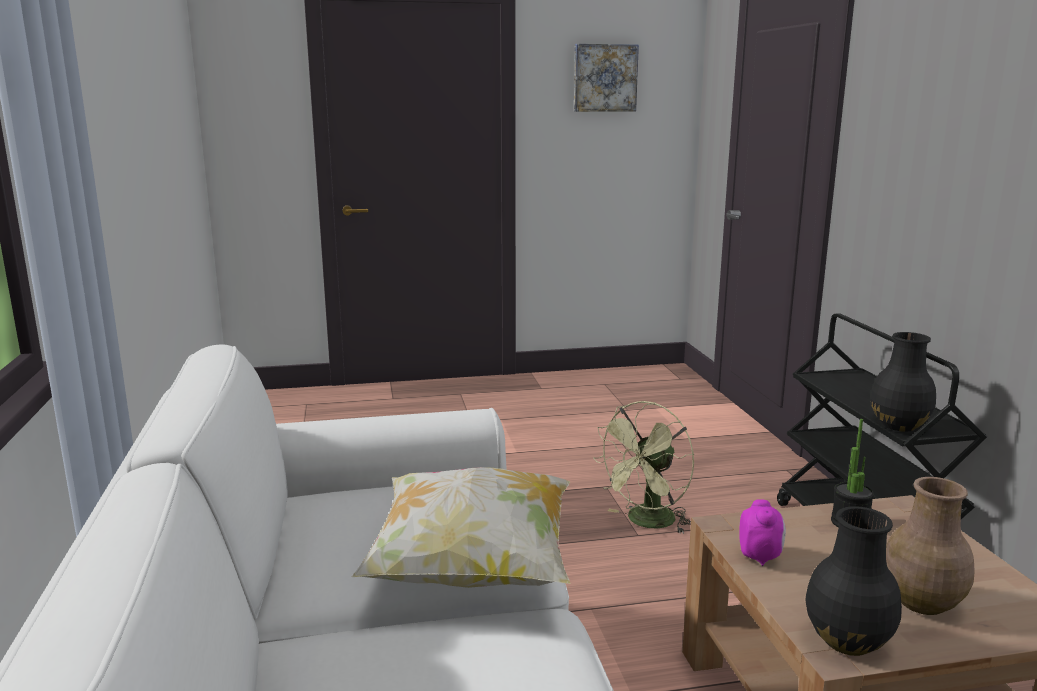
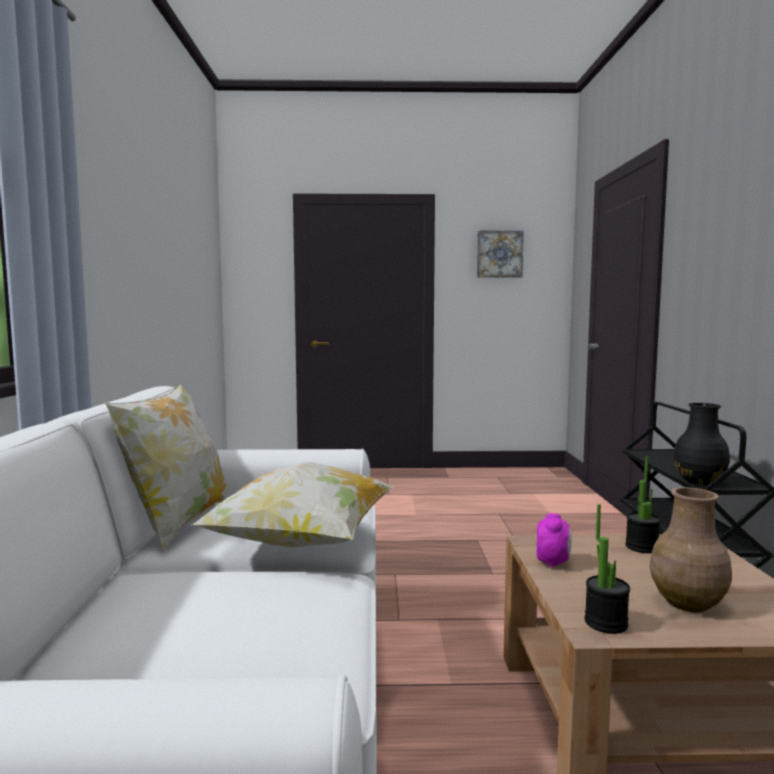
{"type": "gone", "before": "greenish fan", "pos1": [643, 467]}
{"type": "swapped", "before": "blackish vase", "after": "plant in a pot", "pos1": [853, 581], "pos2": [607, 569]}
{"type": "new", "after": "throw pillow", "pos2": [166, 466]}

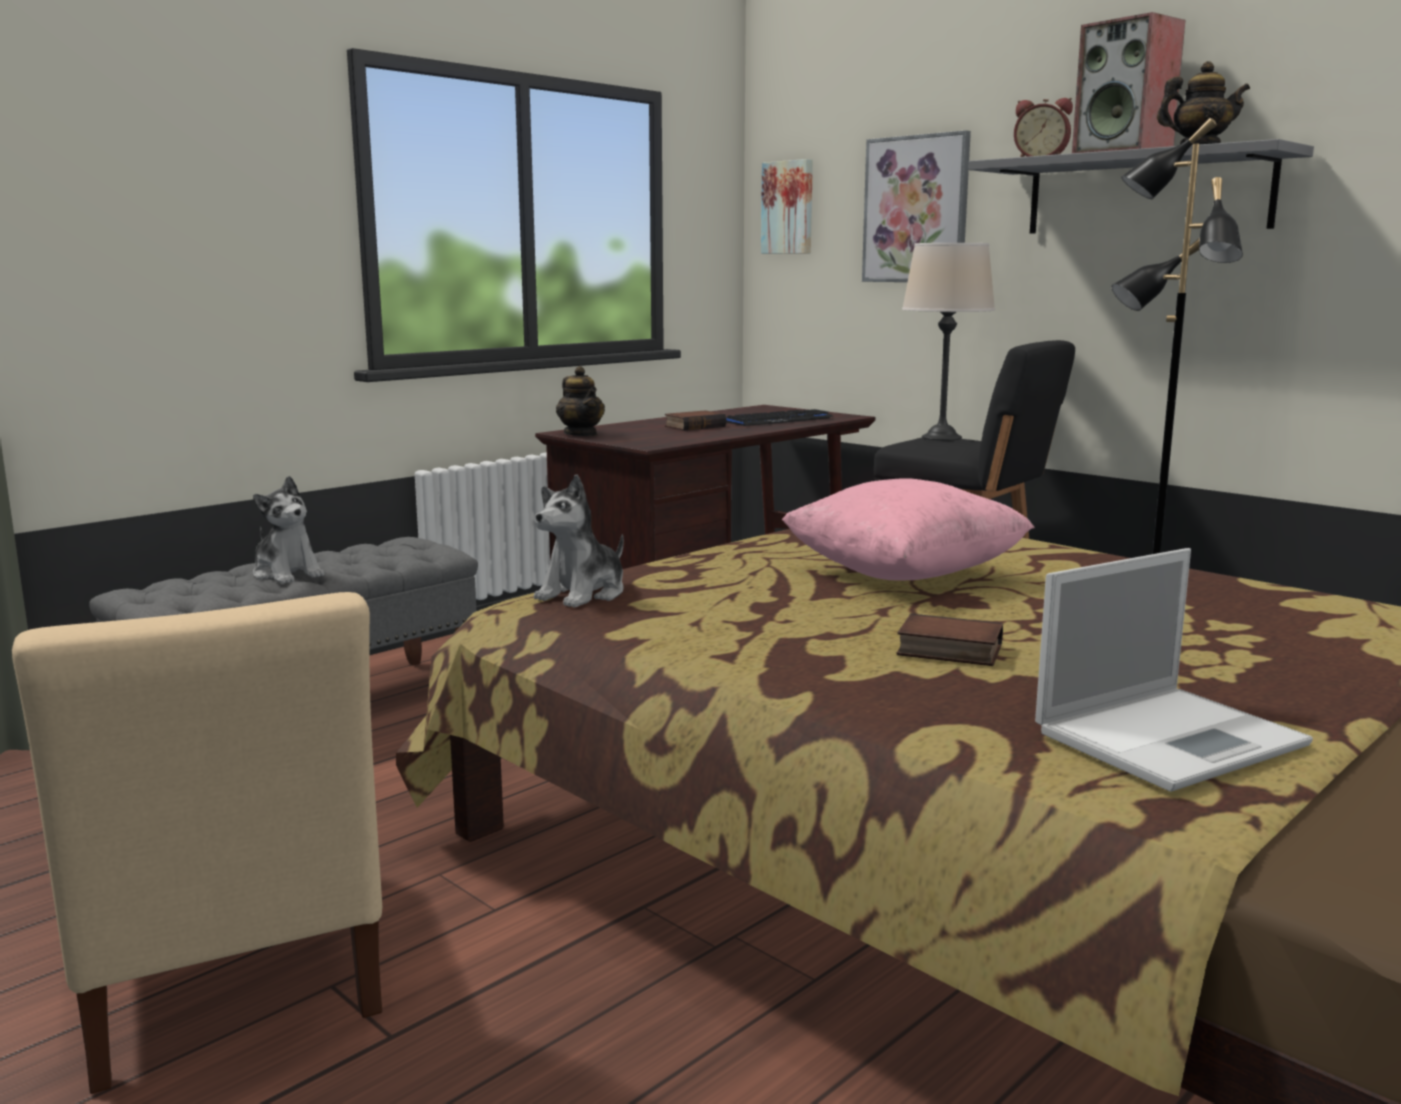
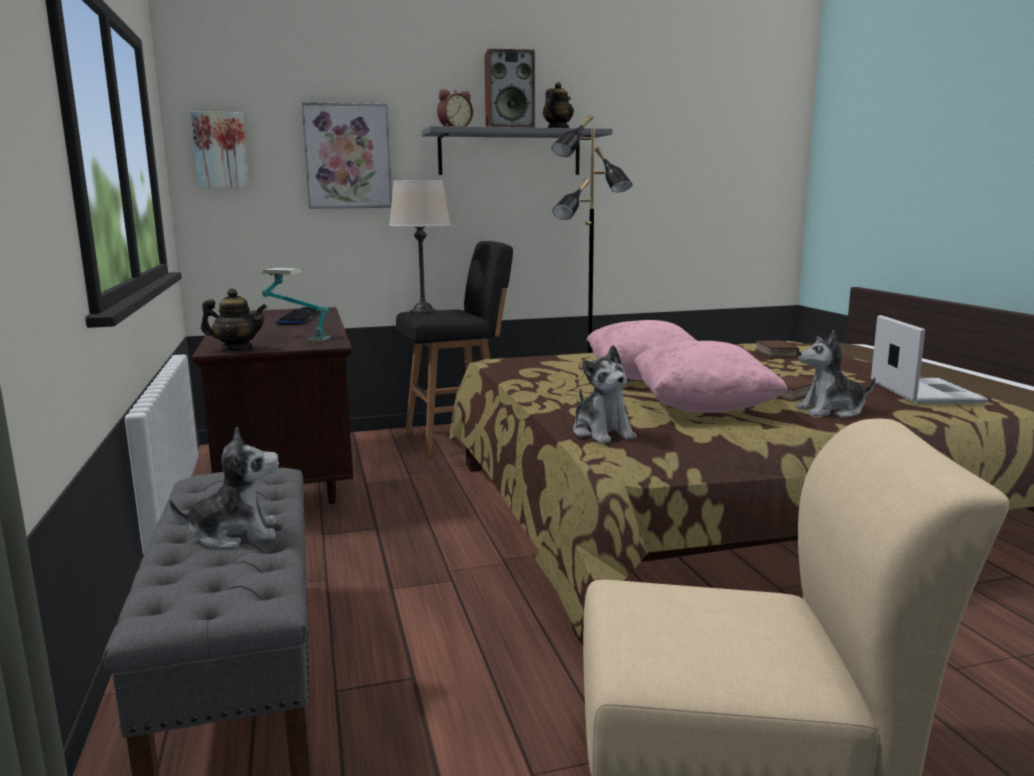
{"type": "shifted", "before": "book", "pos1": [695, 420], "pos2": [777, 349]}
{"type": "new", "after": "lamp for a table", "pos2": [296, 305]}
{"type": "new", "after": "pink-coloured throw pillow", "pos2": [710, 377]}
{"type": "new", "after": "soft toy", "pos2": [836, 374]}

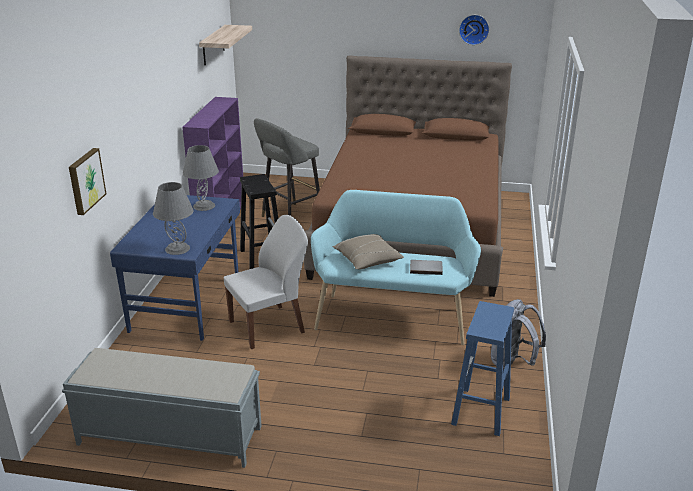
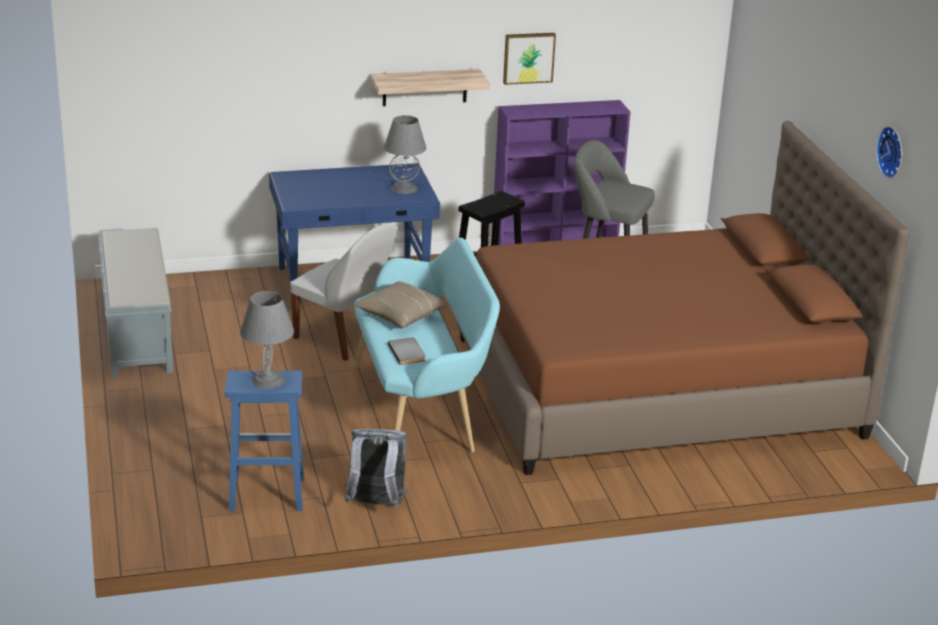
{"type": "shifted", "before": "wall art", "pos1": [88, 181], "pos2": [529, 59]}
{"type": "shifted", "before": "grey lamp for a table", "pos1": [173, 218], "pos2": [267, 340]}
{"type": "shifted", "before": "bracket shelf", "pos1": [225, 45], "pos2": [430, 87]}

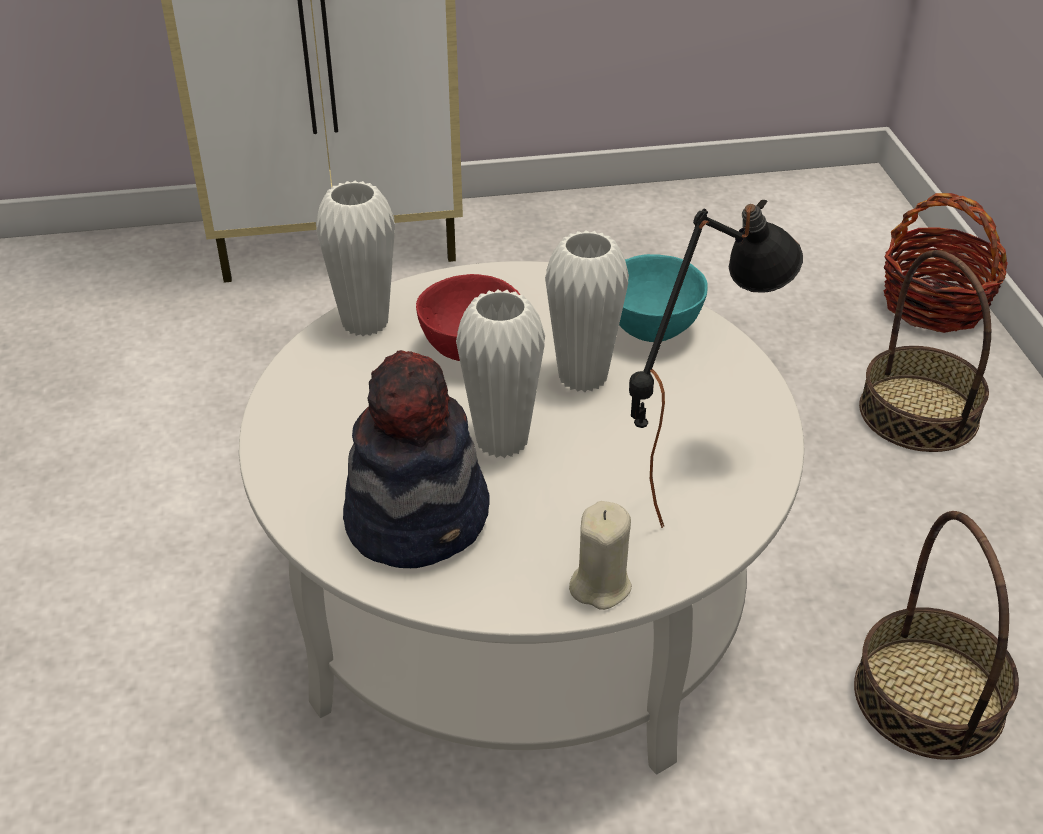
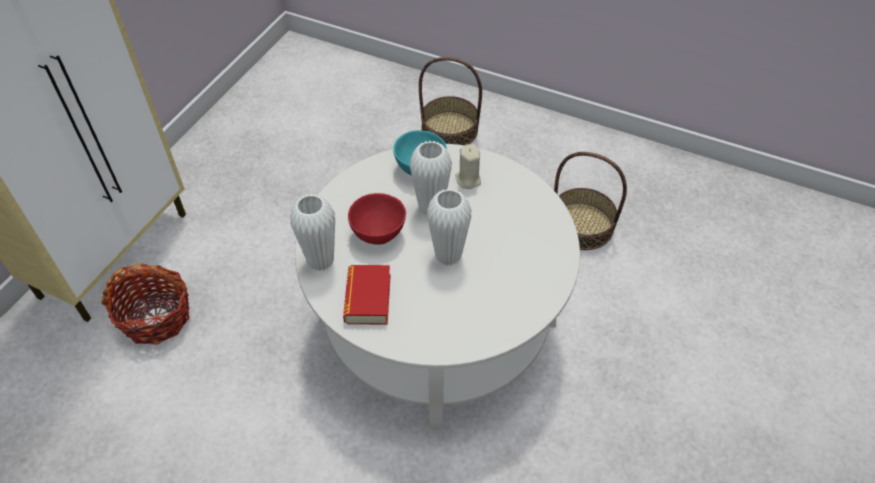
{"type": "gone", "before": "hat", "pos1": [416, 459]}
{"type": "shifted", "before": "sand-coloured candle", "pos1": [600, 555], "pos2": [468, 166]}
{"type": "gone", "before": "blackish lamp for a table", "pos1": [716, 364]}
{"type": "shifted", "before": "household basket", "pos1": [945, 263], "pos2": [145, 304]}
{"type": "new", "after": "book", "pos2": [367, 295]}

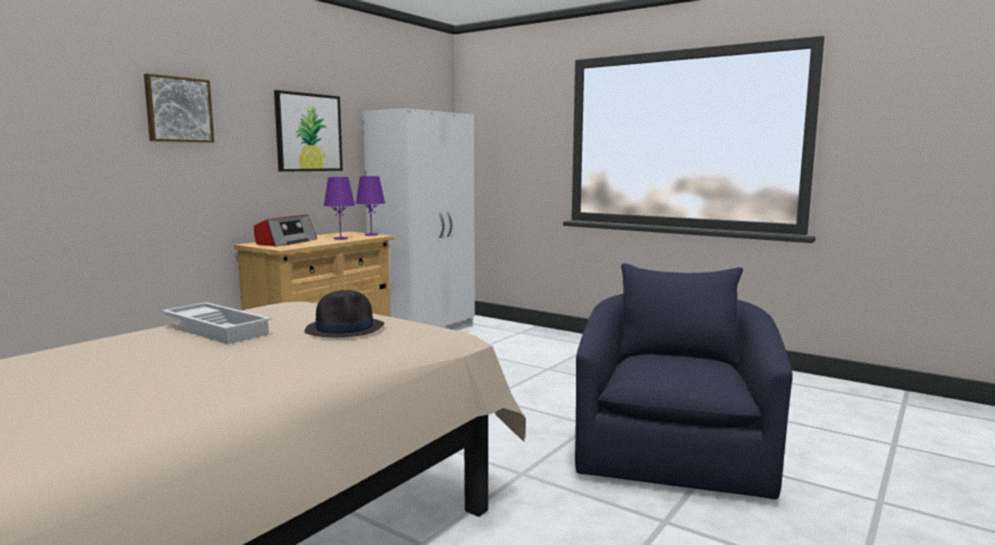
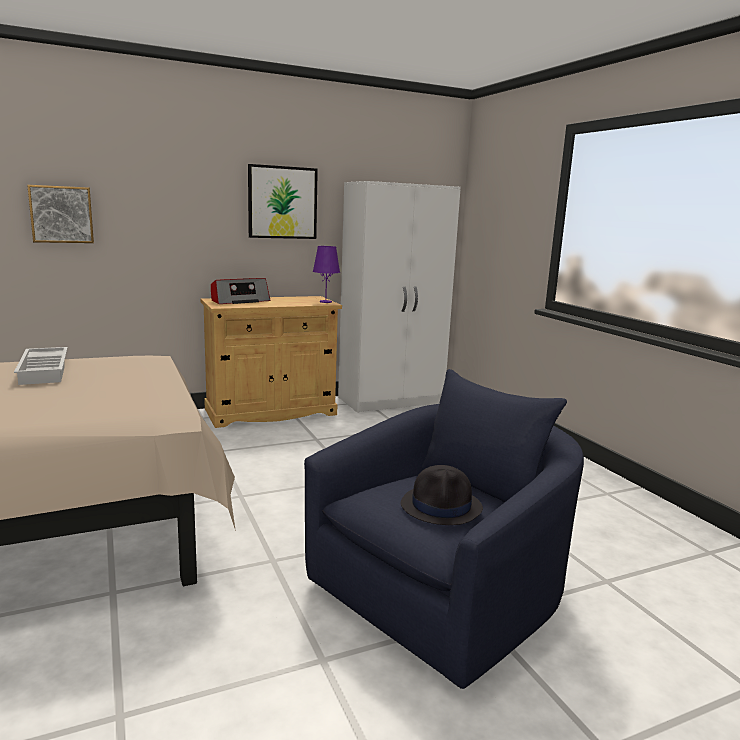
{"type": "shifted", "before": "wall art", "pos1": [179, 108], "pos2": [60, 214]}
{"type": "shifted", "before": "blackish hat", "pos1": [344, 313], "pos2": [441, 495]}
{"type": "gone", "before": "purplish lamp for a table", "pos1": [339, 208]}

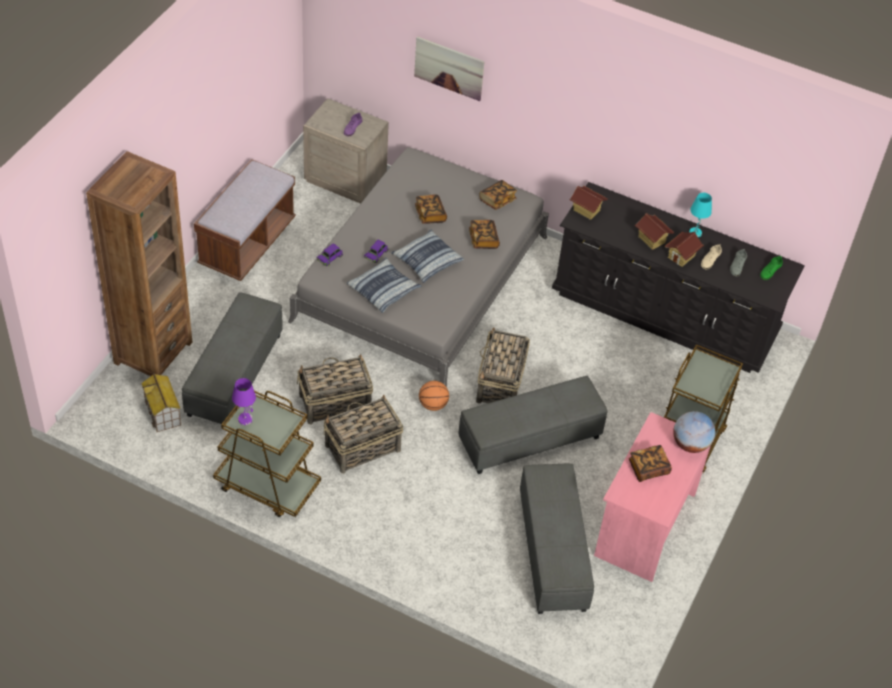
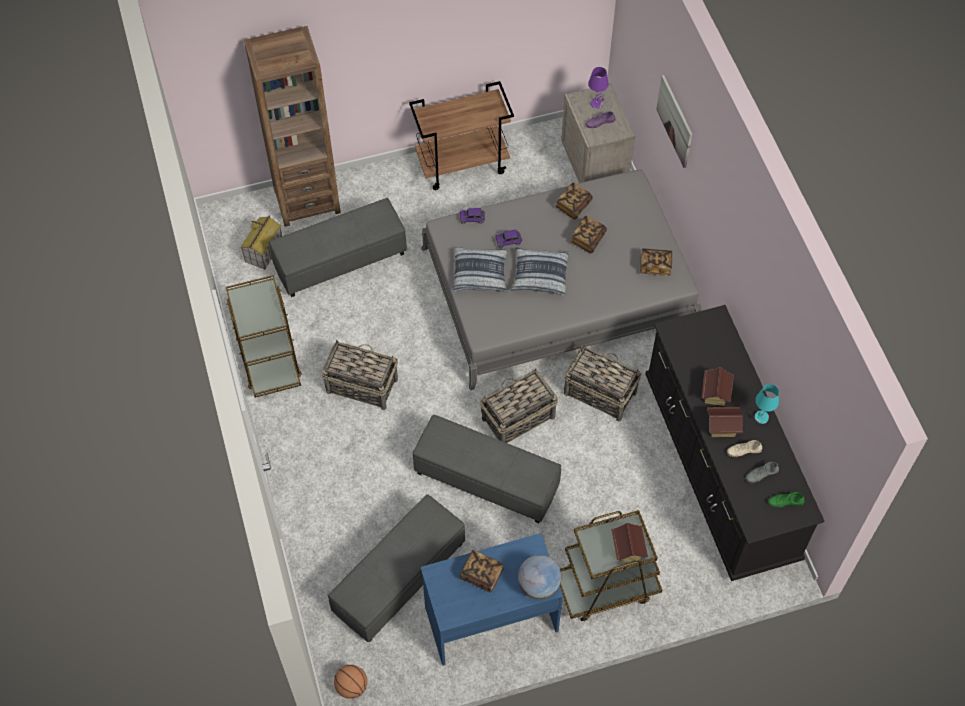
{"type": "swapped", "before": "brown indoor bench", "after": "brown cart", "pos1": [245, 220], "pos2": [461, 135]}
{"type": "shifted", "before": "purplish lamp for a table", "pos1": [244, 401], "pos2": [598, 87]}
{"type": "shifted", "before": "household basket", "pos1": [335, 389], "pos2": [603, 383]}
{"type": "shifted", "before": "ball for basketball", "pos1": [434, 396], "pos2": [350, 682]}
{"type": "shifted", "before": "book", "pos1": [484, 234], "pos2": [574, 200]}
{"type": "shifted", "before": "miniature house", "pos1": [588, 203], "pos2": [629, 542]}
{"type": "repainted", "before": "pink-coloured desk unit", "after": "bluish desk unit", "pos1": [652, 497], "pos2": [491, 599]}

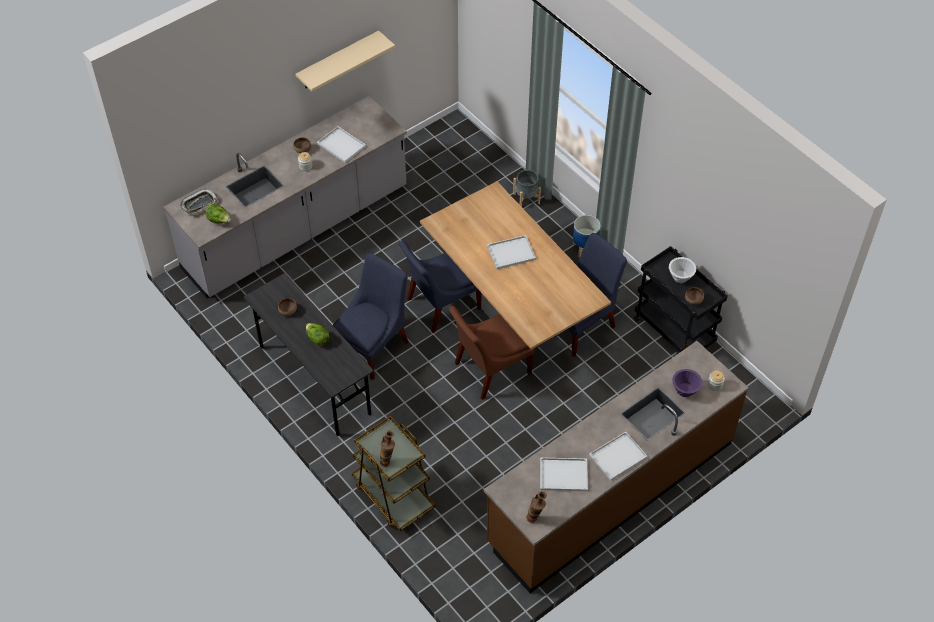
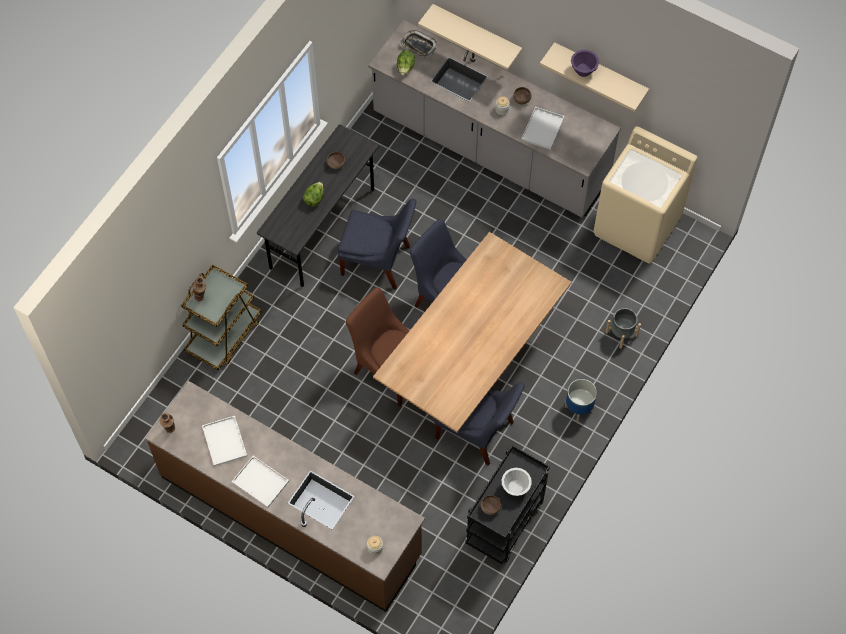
{"type": "gone", "before": "white carrying tray", "pos1": [511, 252]}
{"type": "shifted", "before": "purplish serving bowl", "pos1": [687, 383], "pos2": [585, 63]}
{"type": "new", "after": "sand-coloured bracket shelf", "pos2": [470, 37]}
{"type": "new", "after": "sand-coloured laundry appliance", "pos2": [645, 195]}

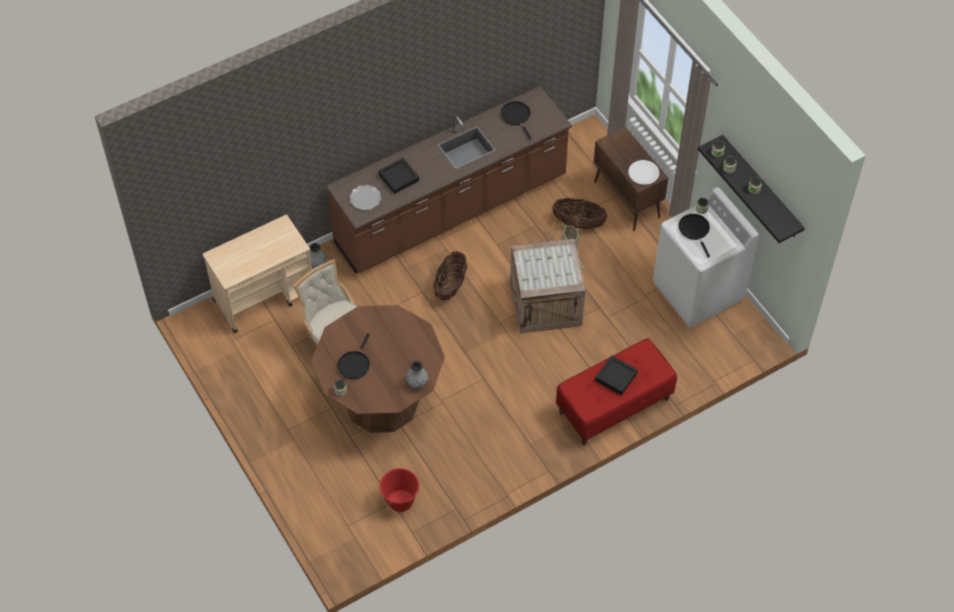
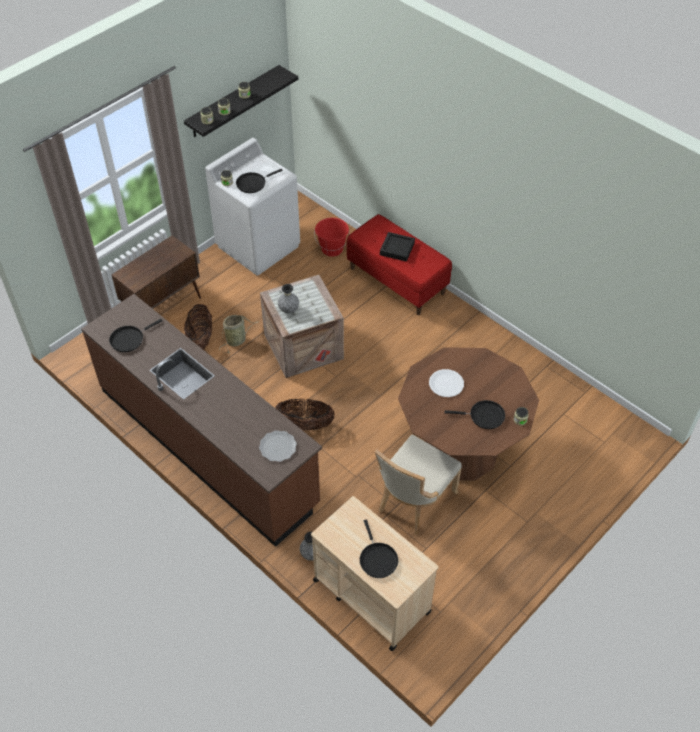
{"type": "gone", "before": "blackish carrying tray", "pos1": [398, 176]}
{"type": "shifted", "before": "red-coloured water bucket", "pos1": [399, 490], "pos2": [332, 237]}
{"type": "shifted", "before": "grey vase", "pos1": [417, 375], "pos2": [288, 298]}
{"type": "shifted", "before": "white plate", "pos1": [643, 172], "pos2": [446, 383]}
{"type": "new", "after": "blackish frying pan", "pos2": [379, 549]}

